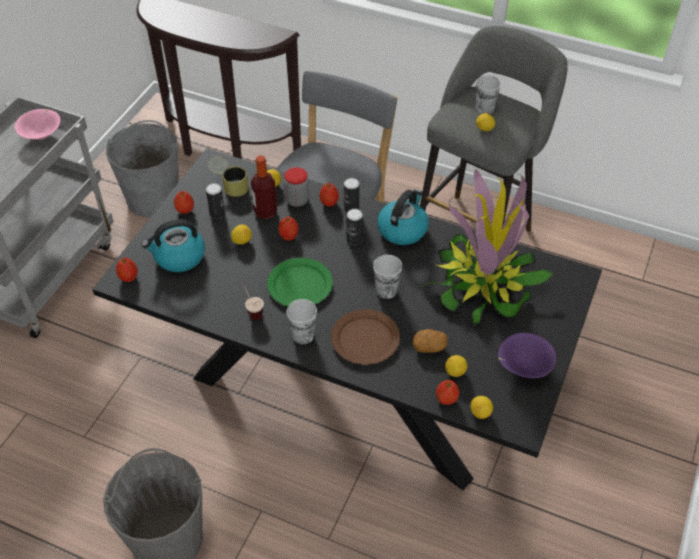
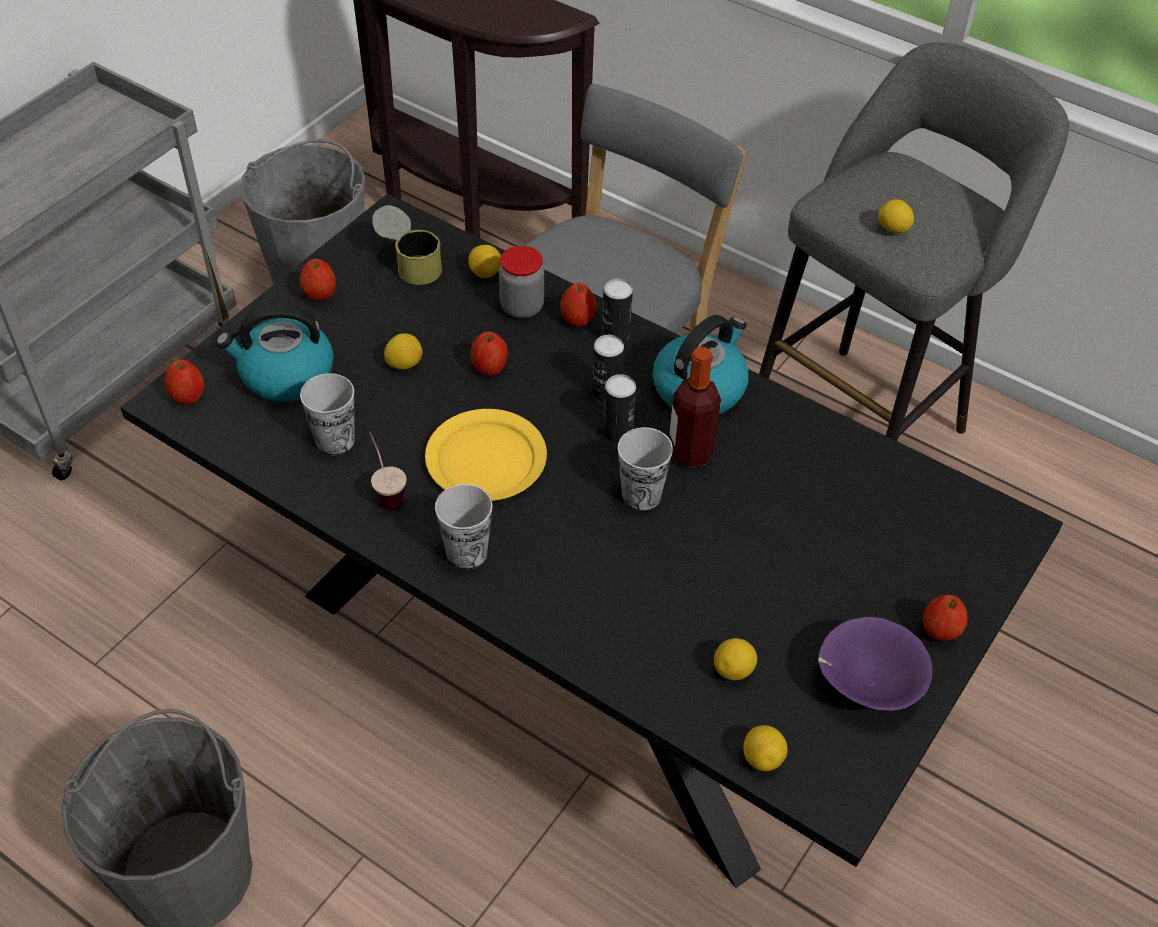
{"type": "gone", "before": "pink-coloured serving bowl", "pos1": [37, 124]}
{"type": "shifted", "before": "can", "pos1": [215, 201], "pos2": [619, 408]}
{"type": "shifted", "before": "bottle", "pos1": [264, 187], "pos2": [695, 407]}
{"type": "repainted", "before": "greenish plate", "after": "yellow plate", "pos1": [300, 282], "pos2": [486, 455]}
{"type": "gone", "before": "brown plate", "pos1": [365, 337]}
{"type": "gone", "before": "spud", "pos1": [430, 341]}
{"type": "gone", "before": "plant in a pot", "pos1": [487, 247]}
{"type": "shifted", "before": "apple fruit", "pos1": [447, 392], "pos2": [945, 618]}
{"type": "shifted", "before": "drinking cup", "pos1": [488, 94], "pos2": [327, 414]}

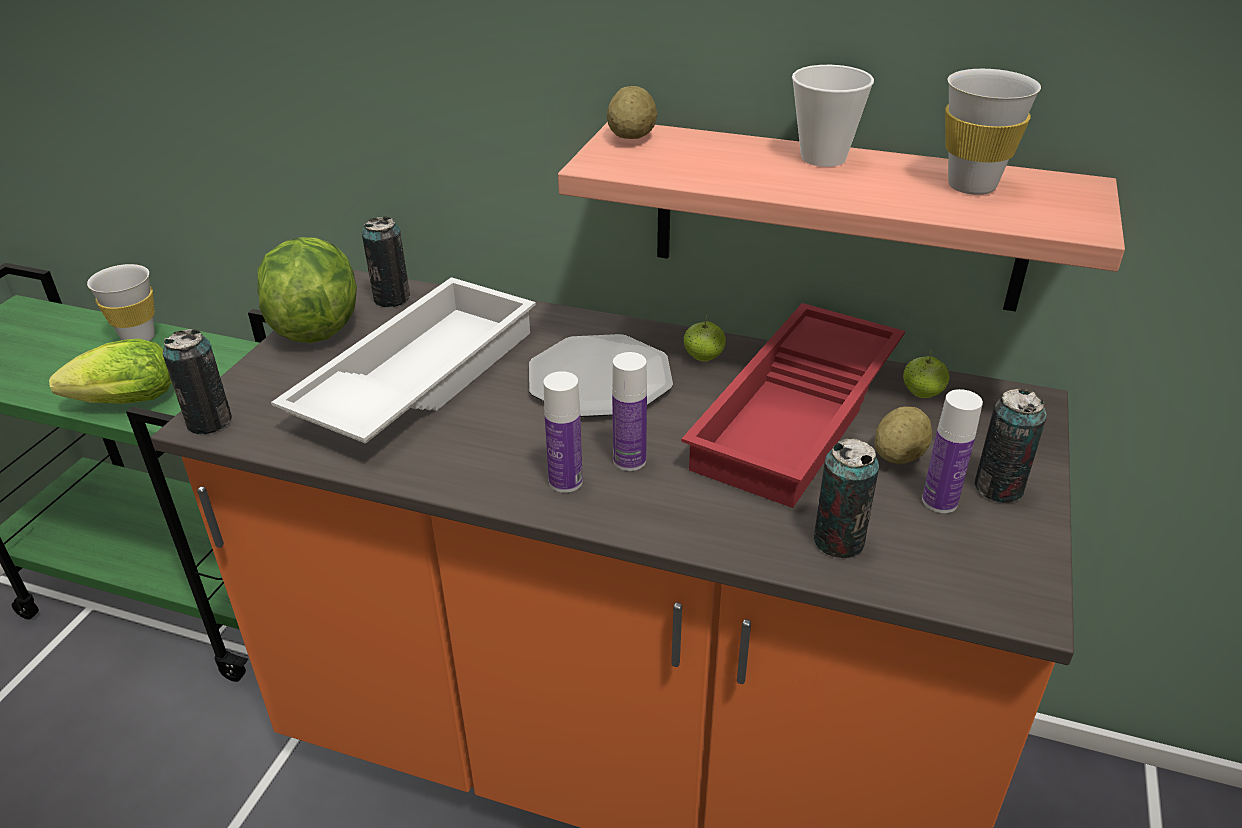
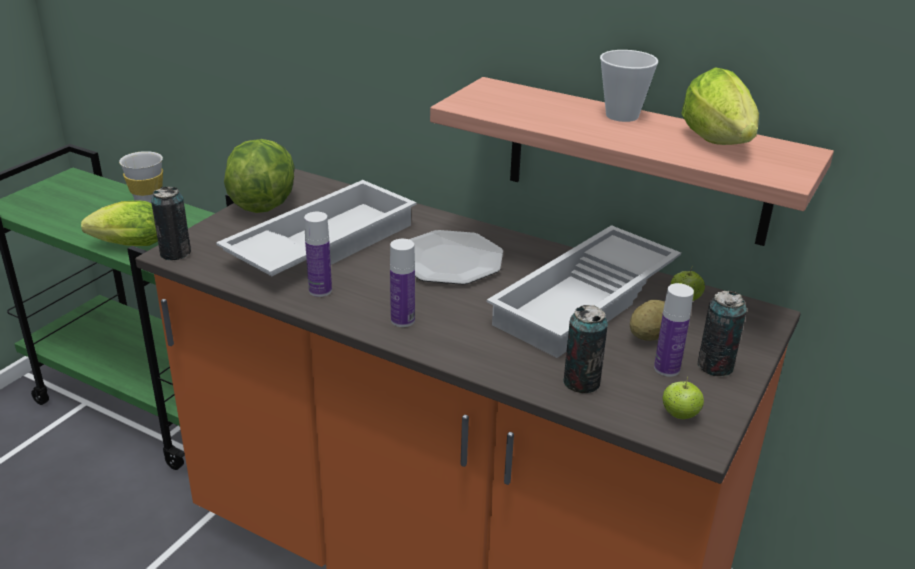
{"type": "gone", "before": "can", "pos1": [386, 262]}
{"type": "gone", "before": "spud", "pos1": [632, 112]}
{"type": "shifted", "before": "bottle", "pos1": [629, 411], "pos2": [318, 254]}
{"type": "repainted", "before": "red-coloured carrying tray", "after": "white carrying tray", "pos1": [793, 405], "pos2": [584, 291]}
{"type": "shifted", "before": "apple fruit", "pos1": [705, 338], "pos2": [683, 397]}
{"type": "swapped", "before": "white drinking cup", "after": "head of lettuce", "pos1": [993, 132], "pos2": [720, 106]}

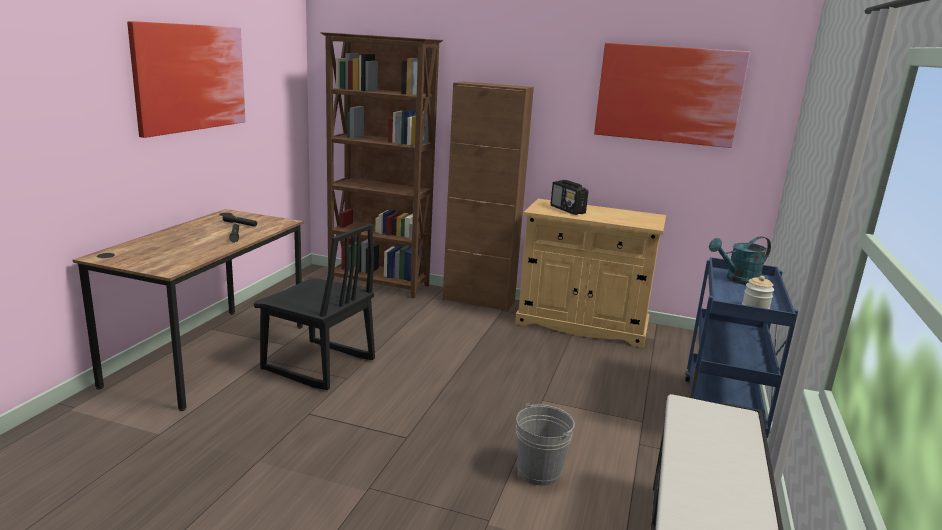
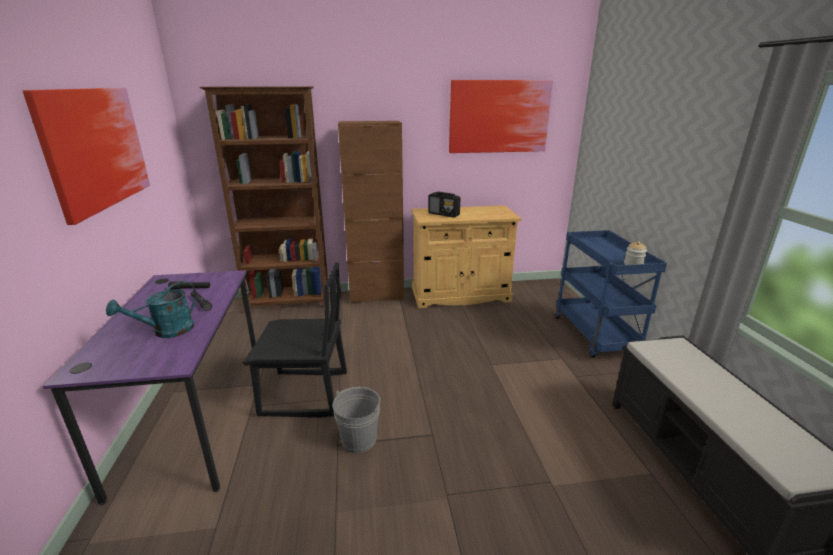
{"type": "repainted", "before": "brown desk unit", "after": "purplish desk unit", "pos1": [188, 310], "pos2": [149, 387]}
{"type": "shifted", "before": "grey water bucket", "pos1": [545, 444], "pos2": [356, 420]}
{"type": "shifted", "before": "turquoise-coloured watering pot", "pos1": [740, 260], "pos2": [151, 309]}

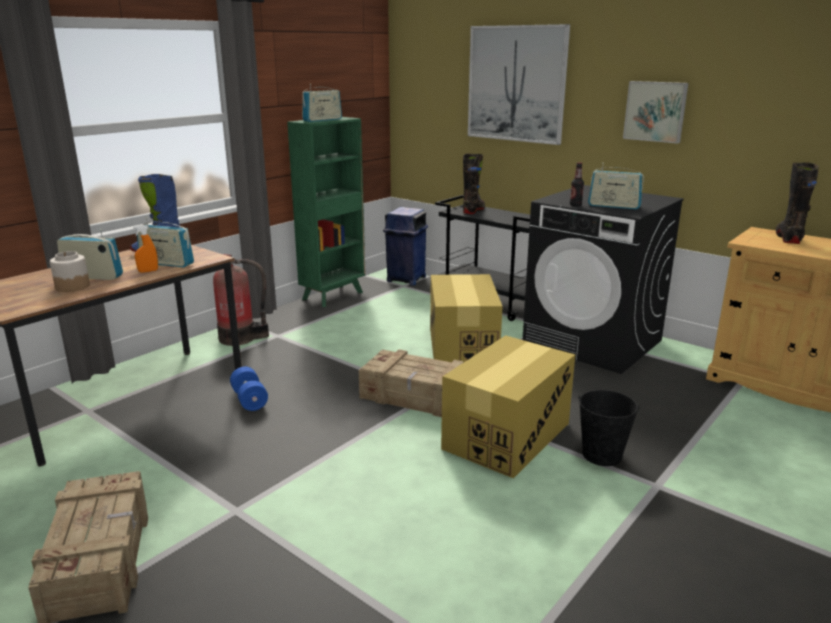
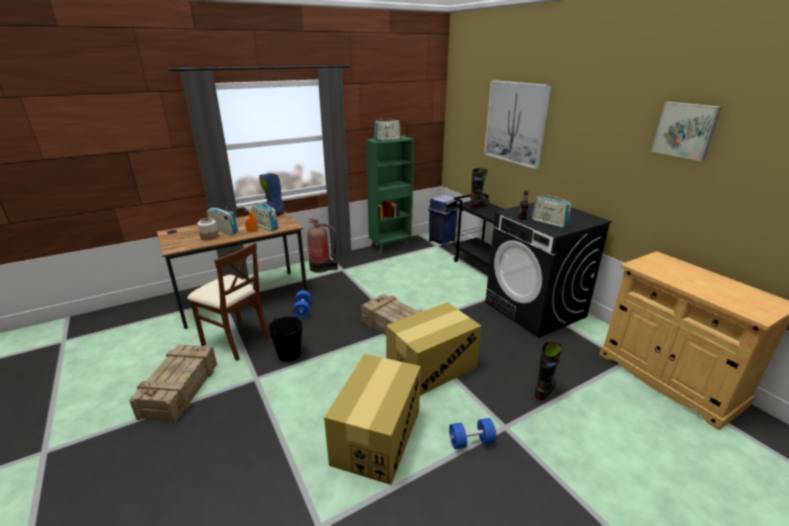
{"type": "shifted", "before": "packing box", "pos1": [466, 318], "pos2": [372, 419]}
{"type": "shifted", "before": "blackish water bucket", "pos1": [608, 428], "pos2": [285, 339]}
{"type": "shifted", "before": "wall art", "pos1": [656, 112], "pos2": [687, 131]}
{"type": "shifted", "before": "blackish boot", "pos1": [797, 203], "pos2": [549, 371]}
{"type": "new", "after": "brown plain chair", "pos2": [228, 302]}
{"type": "new", "after": "bluish dumbbell", "pos2": [472, 434]}

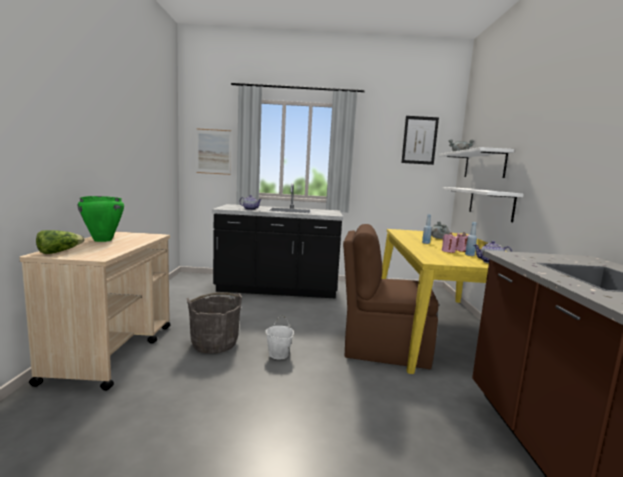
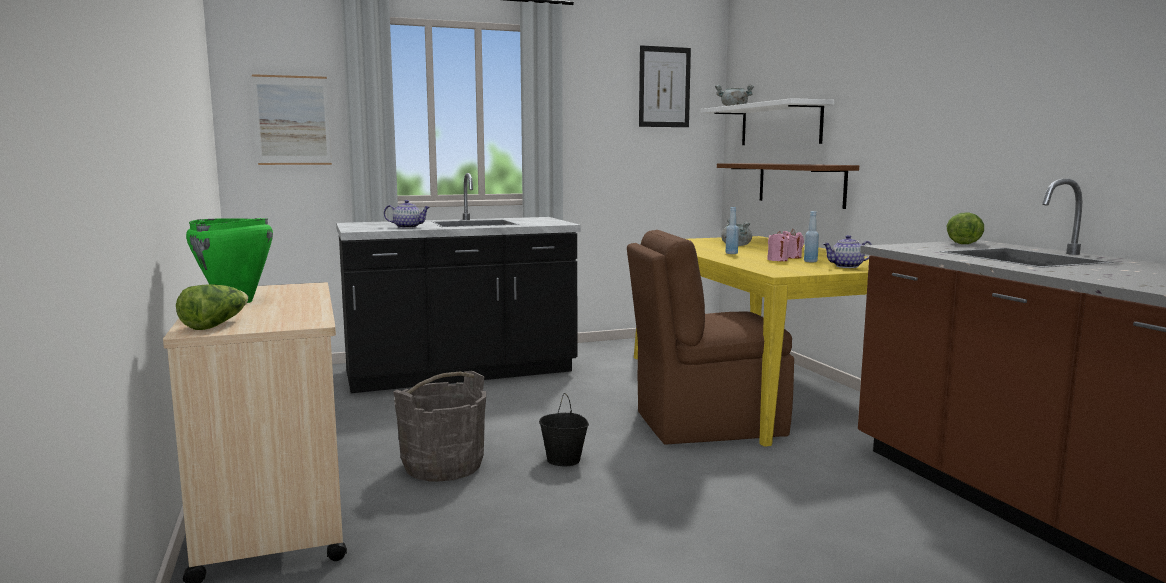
{"type": "repainted", "before": "white water bucket", "after": "blackish water bucket", "pos1": [280, 337], "pos2": [564, 429]}
{"type": "repainted", "before": "white bracket shelf", "after": "brown bracket shelf", "pos1": [483, 204], "pos2": [788, 186]}
{"type": "new", "after": "head of lettuce", "pos2": [965, 228]}

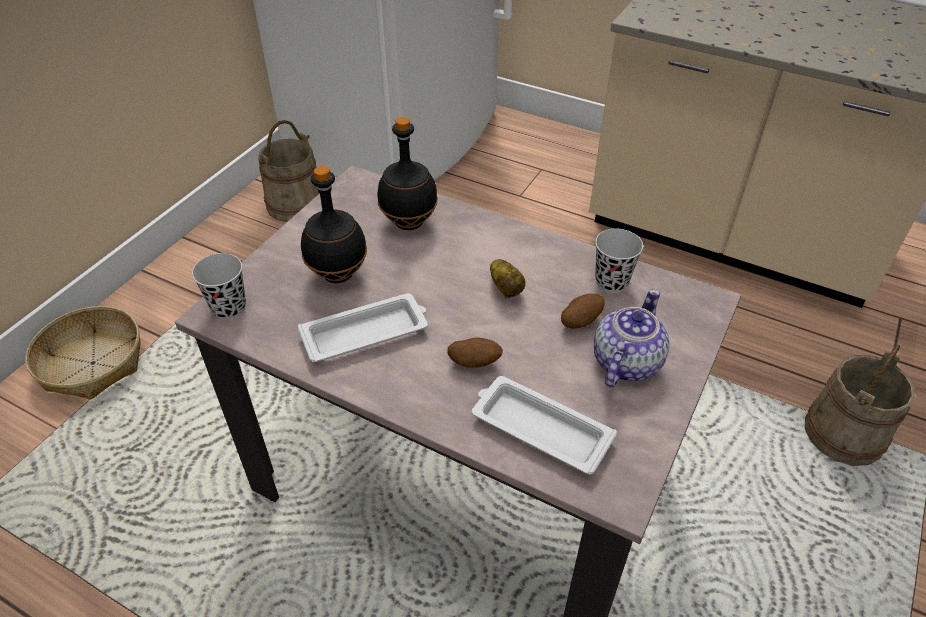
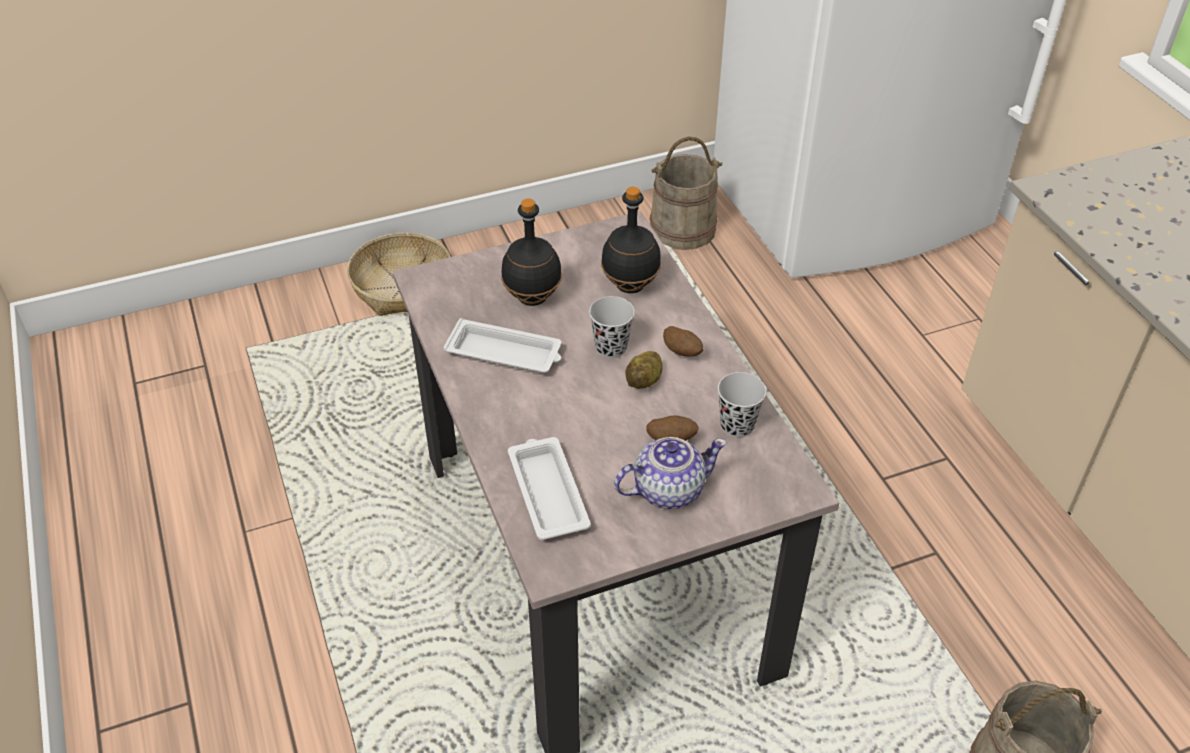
{"type": "shifted", "before": "blackish drinking cup", "pos1": [219, 286], "pos2": [612, 327]}
{"type": "shifted", "before": "spud", "pos1": [475, 353], "pos2": [683, 341]}

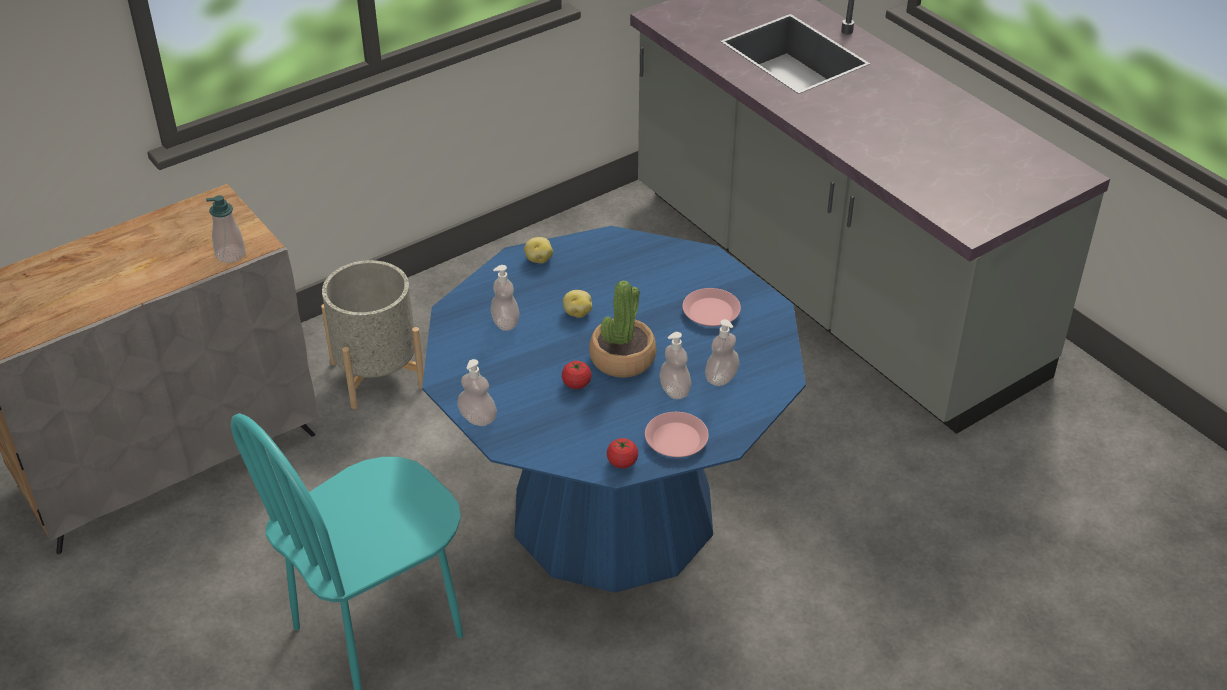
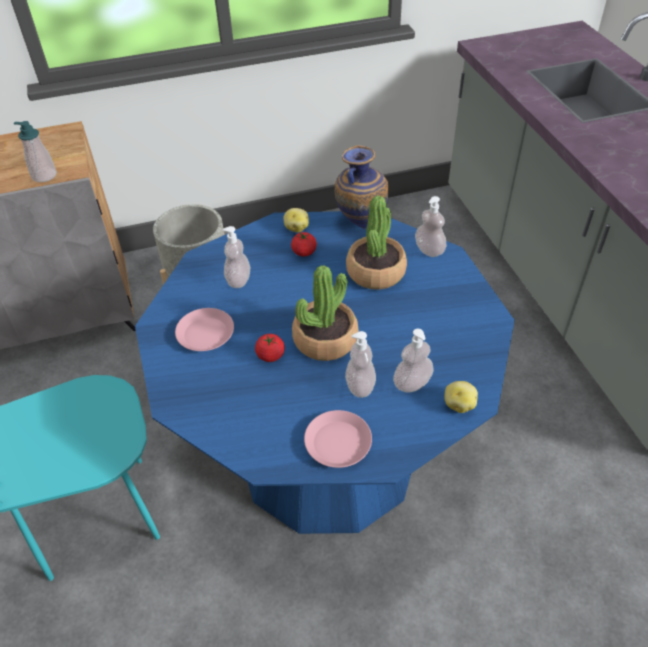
{"type": "shifted", "before": "soap bottle", "pos1": [477, 392], "pos2": [431, 226]}
{"type": "shifted", "before": "spud", "pos1": [577, 304], "pos2": [461, 397]}
{"type": "shifted", "before": "fresh tomato", "pos1": [622, 453], "pos2": [304, 244]}
{"type": "shifted", "before": "pink-coloured plate", "pos1": [711, 307], "pos2": [204, 329]}
{"type": "new", "after": "vase", "pos2": [362, 187]}
{"type": "new", "after": "plant in a pot", "pos2": [376, 242]}

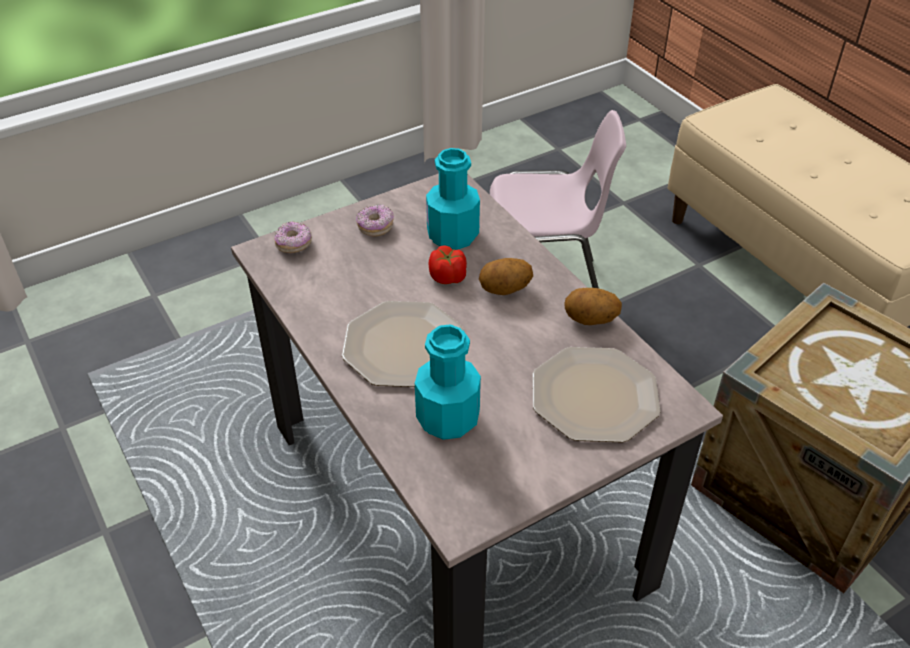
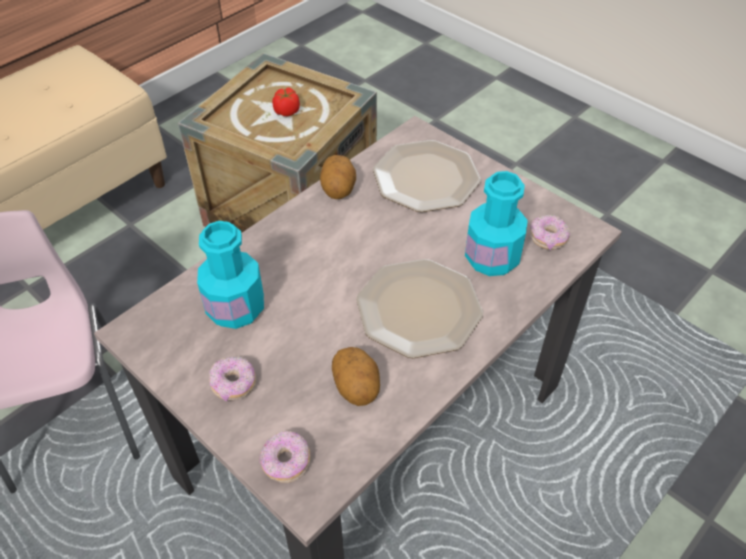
{"type": "shifted", "before": "fresh tomato", "pos1": [448, 264], "pos2": [286, 102]}
{"type": "shifted", "before": "spud", "pos1": [506, 276], "pos2": [356, 376]}
{"type": "new", "after": "ring doughnut", "pos2": [550, 232]}

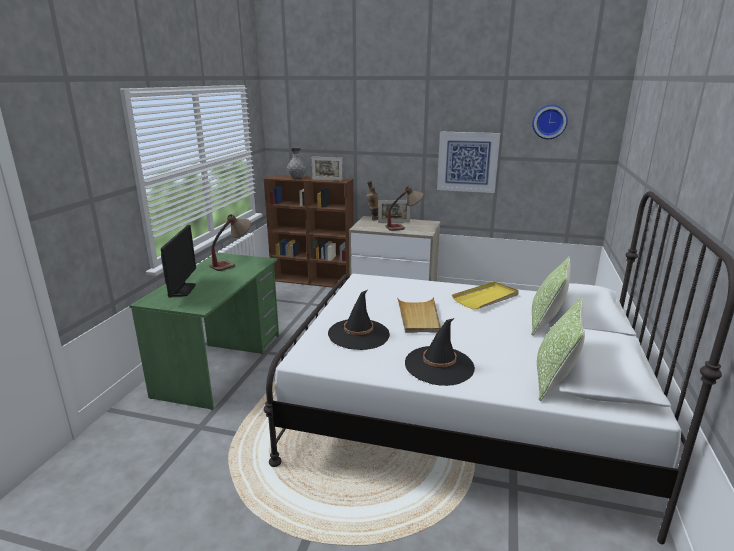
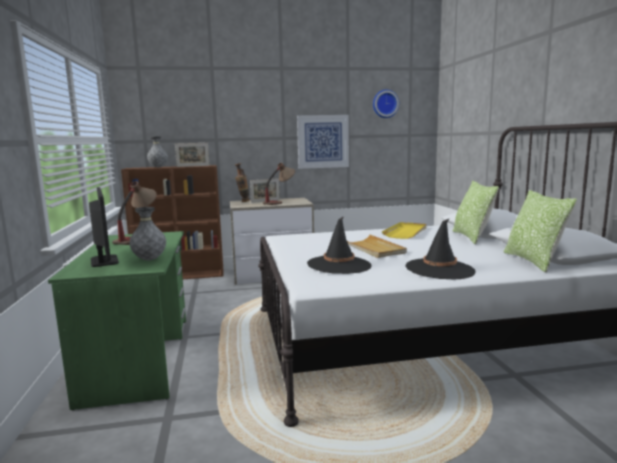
{"type": "new", "after": "grey vase", "pos2": [147, 233]}

